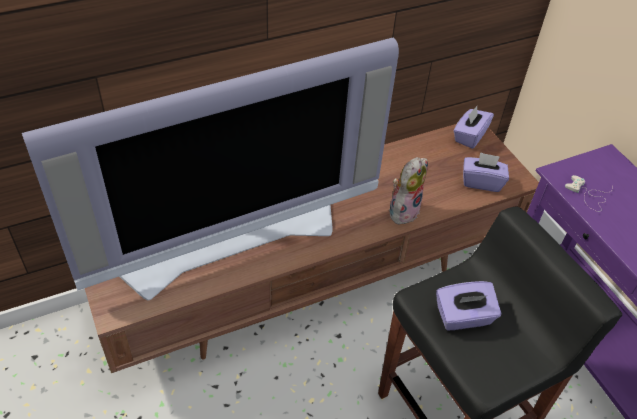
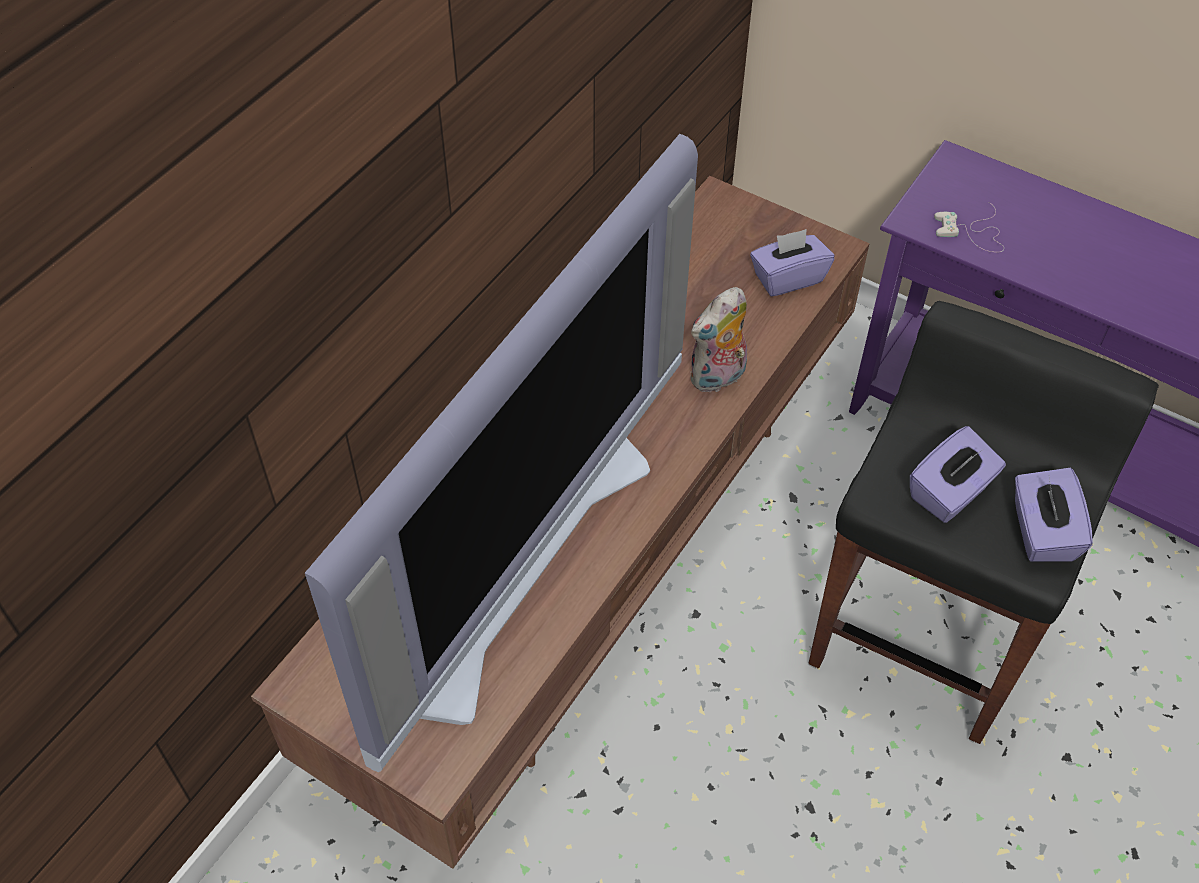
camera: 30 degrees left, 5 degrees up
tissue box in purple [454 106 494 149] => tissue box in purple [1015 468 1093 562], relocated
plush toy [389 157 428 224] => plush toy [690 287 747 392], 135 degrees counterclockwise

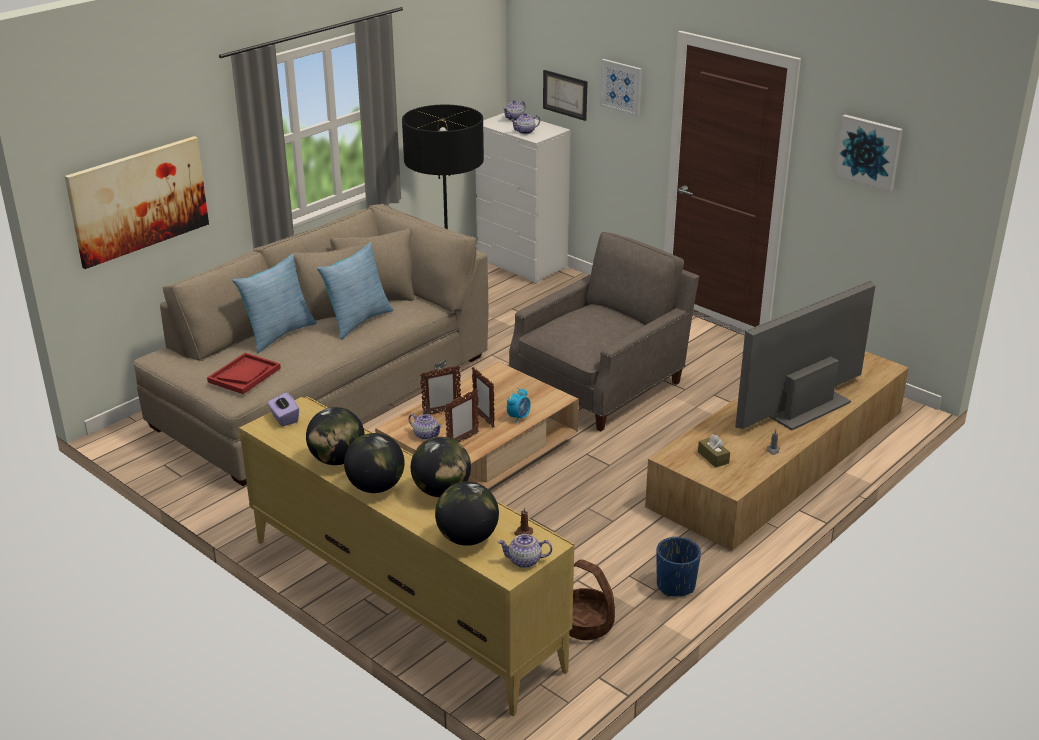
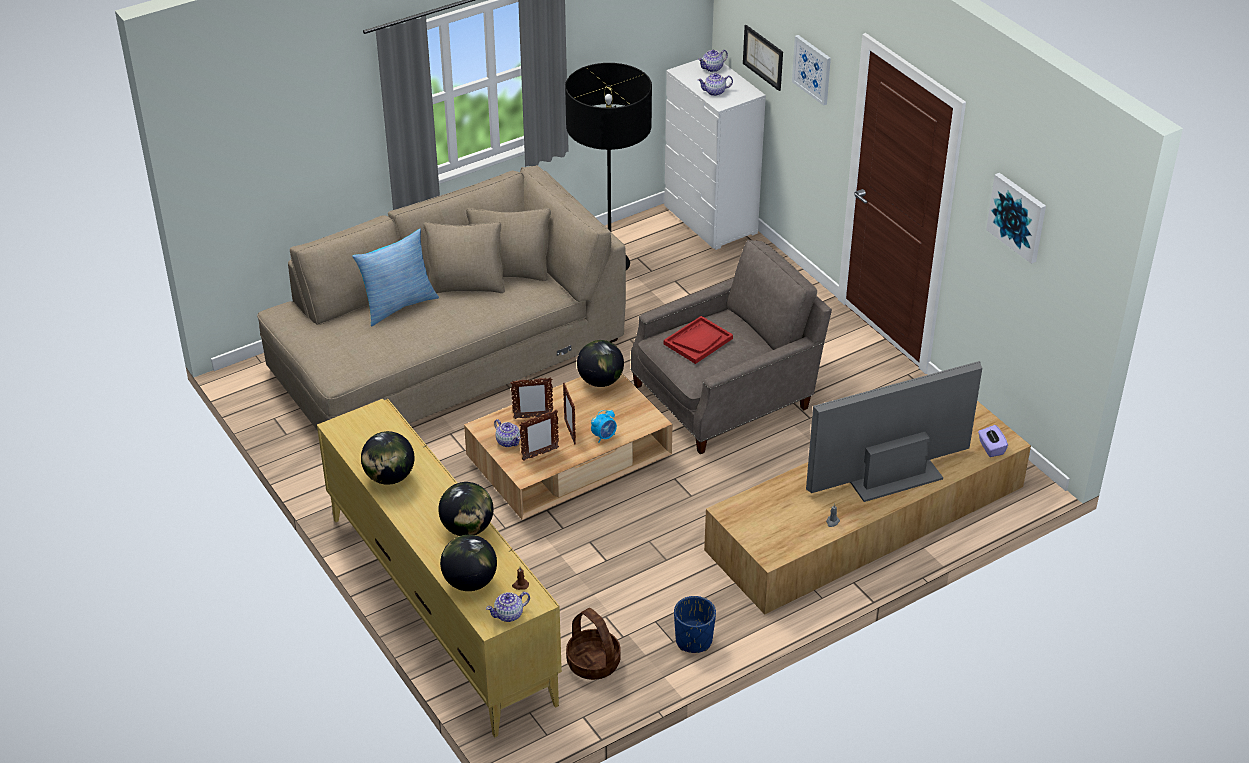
camera: 15 degrees right, 10 degrees up
picture [65 136 209 269] => nothing
pillow [317 242 394 340] => nothing
tray in red [207 353 281 394] => tray in red [664 316 733 364], relocated
tissue box in purple [268 393 299 426] => tissue box in purple [978 425 1008 457], relocated
globe [344 433 405 493] => globe [577 340 624 387], relocated
tissue box in brown [698 434 730 468] => nothing
teapot [497 534 552 568] => teapot [486 592 530 622], 45 degrees counterclockwise

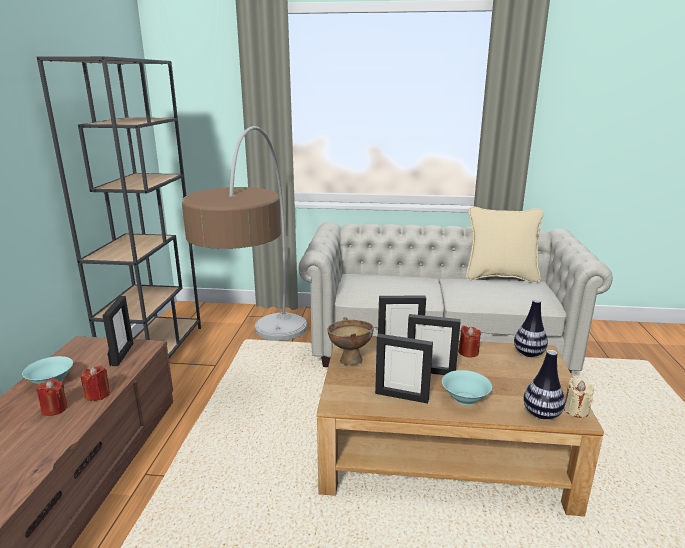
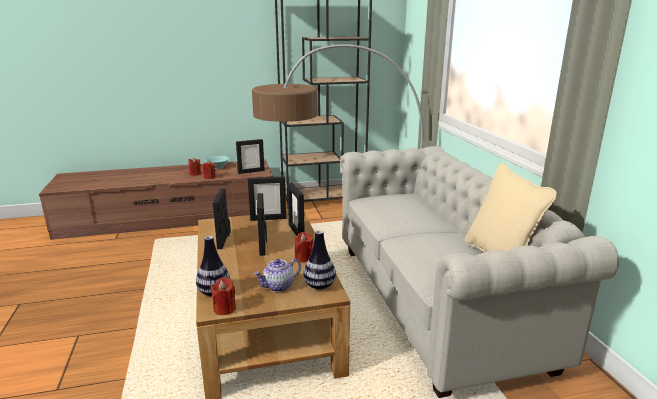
camera: 70 degrees right, 0 degrees up
bowl in brown [327 317 374 365] => picture frame [248 176 286 221]
bowl in turquoise [442 370 492 405] => nothing
candle in beige [564 378 594 418] => candle in red [211 277 236 315]
nothing => teapot [254 259 301 292]

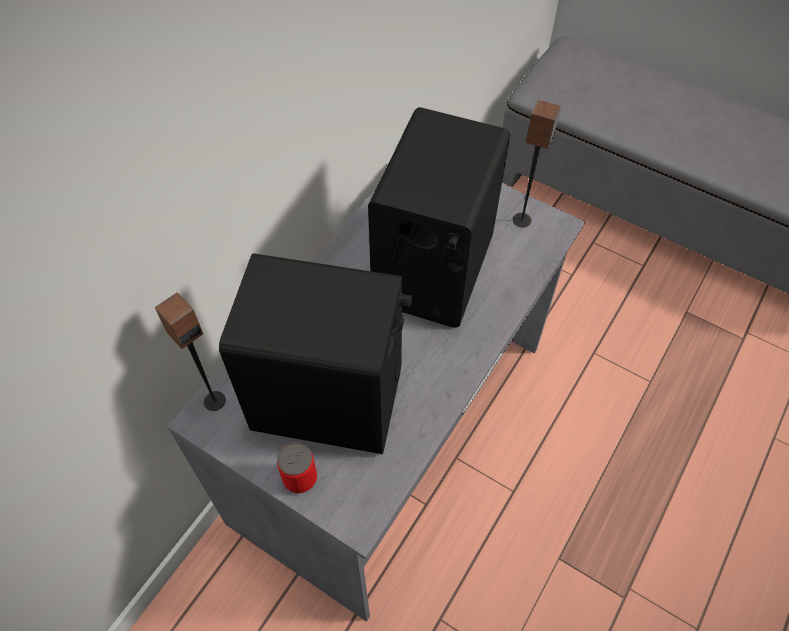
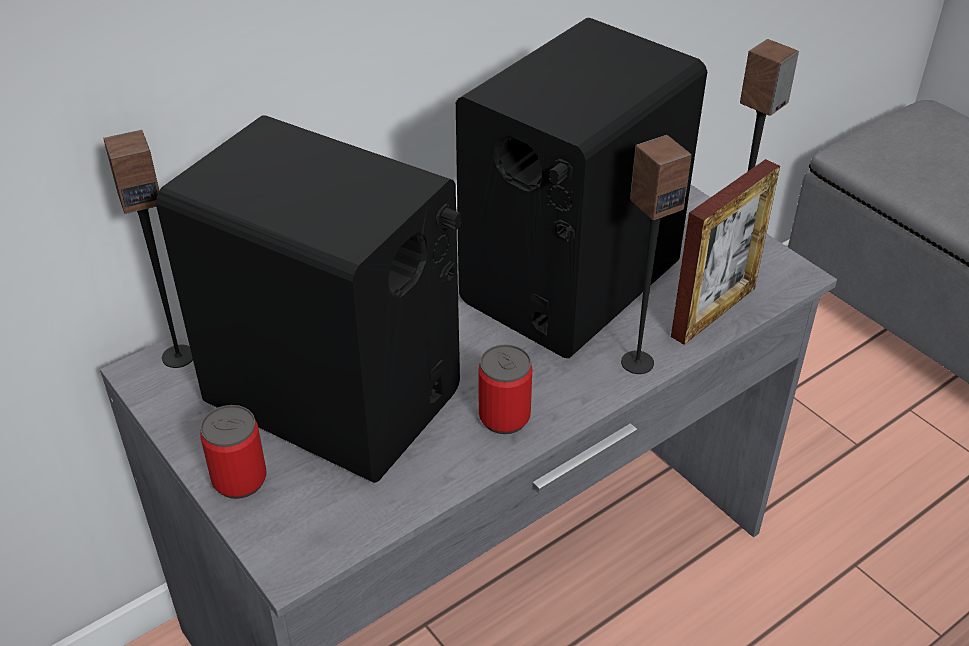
camera: 20 degrees right, 15 degrees down
nothing => speaker [621 135 692 374]
nothing => picture frame [671 159 780 345]
nothing => can [478 344 532 434]

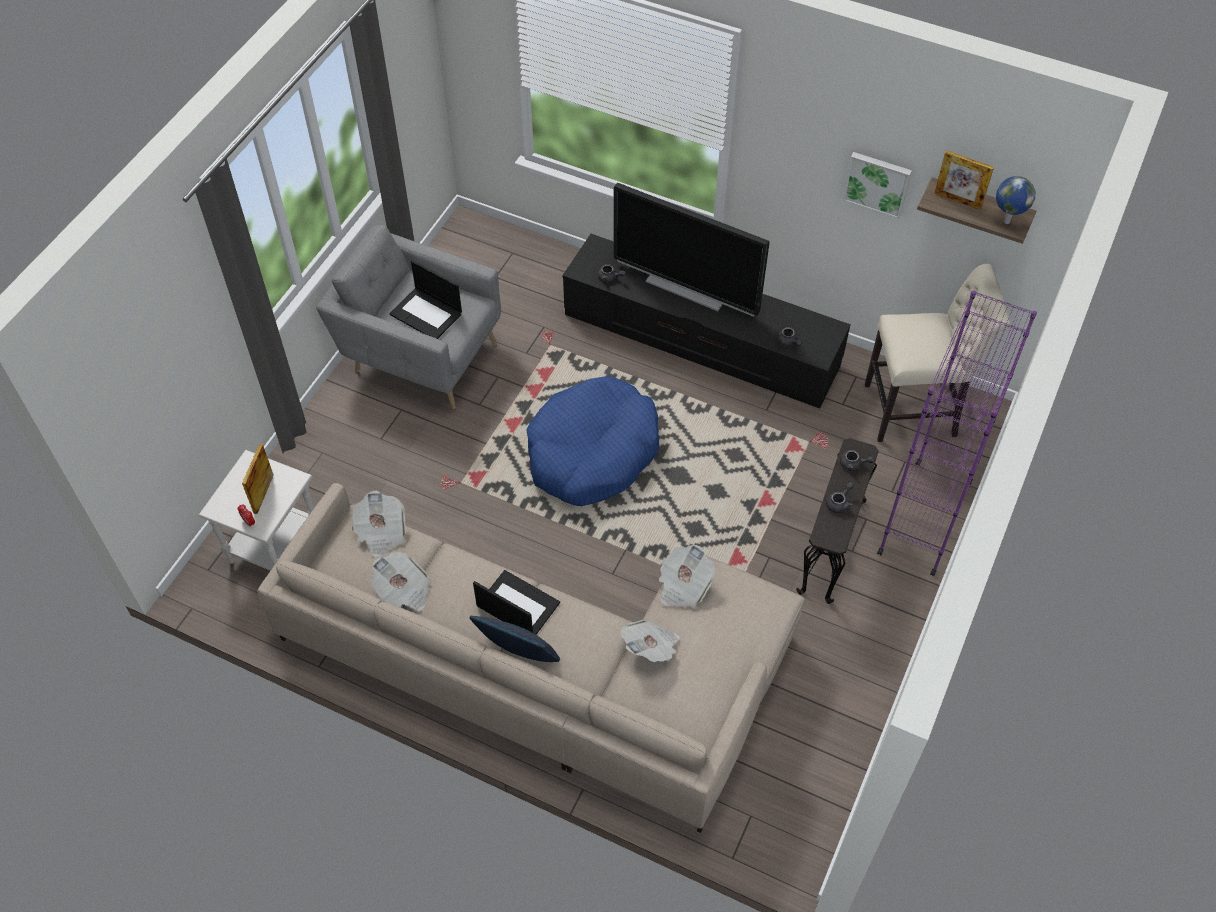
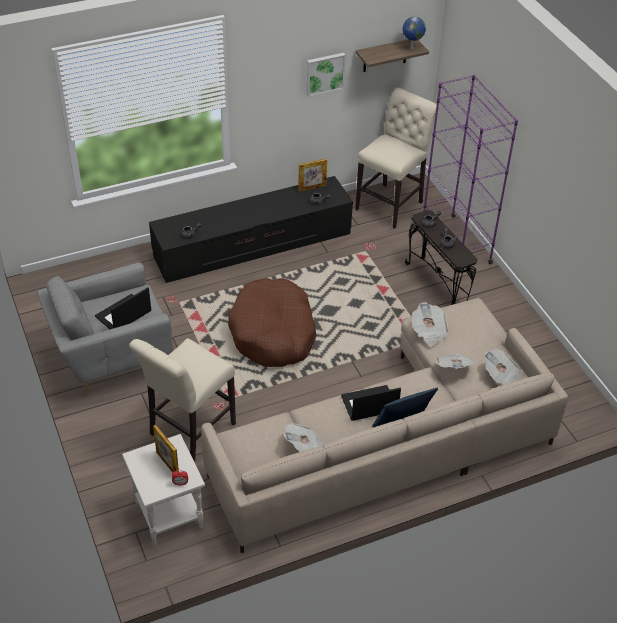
camera: 50 degrees left, 10 degrees down
picture frame [934 150 994 210] => picture frame [298 159 327 192], relocated
television [613 183 770 316] => nothing
laptop [389 260 462 339] => laptop [95 287 151 329], 150 degrees clockwise
dog bed in blue [527 376 659 506] => dog bed in brown [228 278 317 367]
newspaper [352 491 406 558] => newspaper [484 349 520 385], relocated
nothing => stool in beige [129 338 236 462]

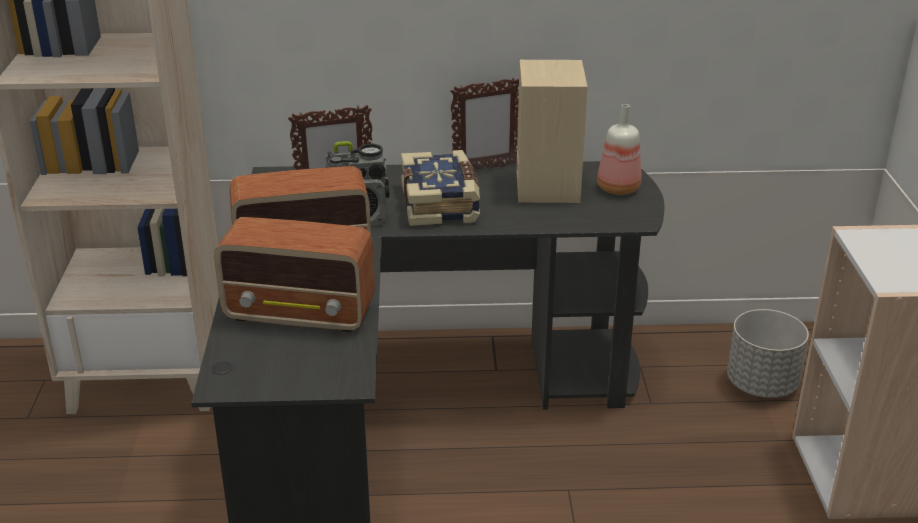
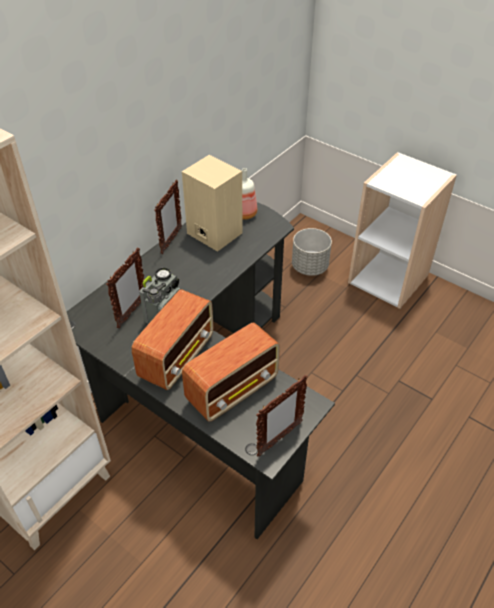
camera: 50 degrees left, 15 degrees up
book [401 150 480 226] => nothing
nothing => picture frame [256 375 308 457]

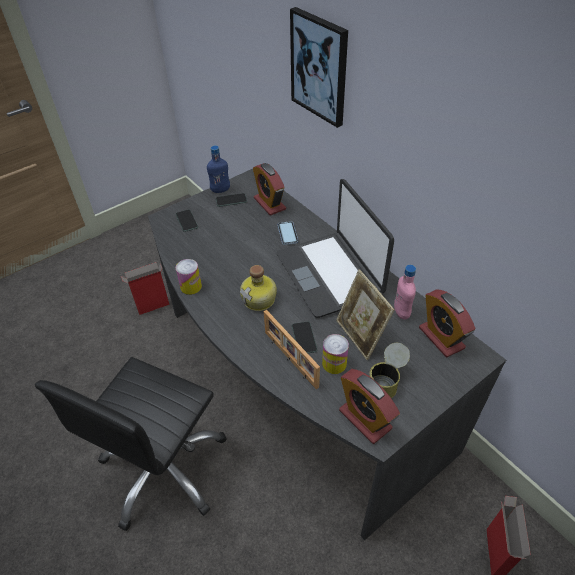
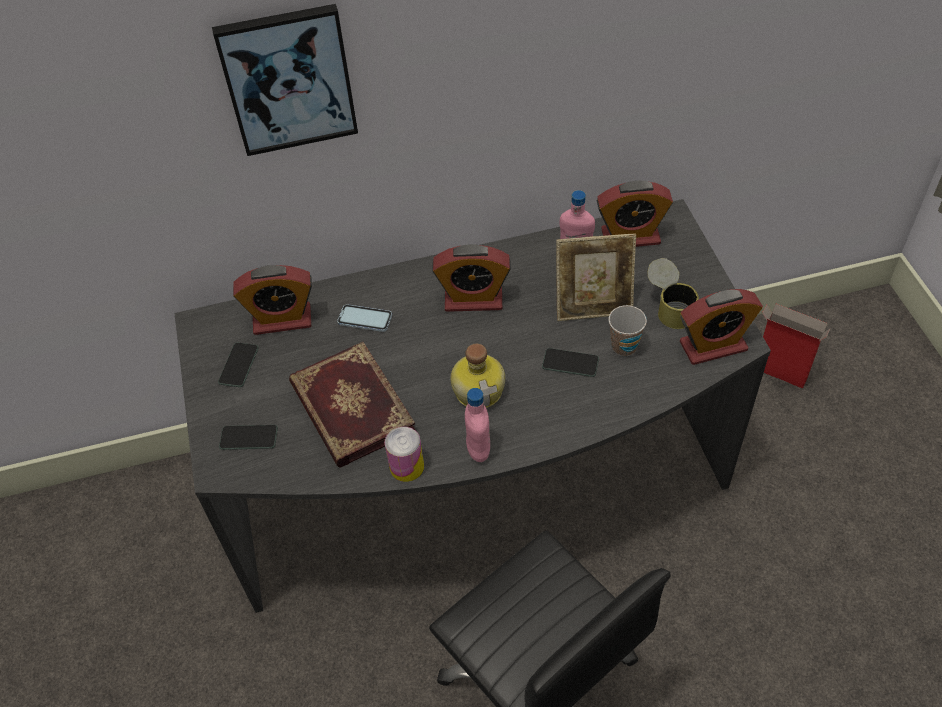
camera: 65 degrees left, 5 degrees up
bottle in blue [207 146 230 193] => nothing
laptop [277 179 394 318] => alarm clock [432 244 511 312]
cardboard box [121 262 170 315] => nothing
picture frame [264 310 320 389] => nothing
can [322 334 349 374] => cup [608 305 647 356]
nothing => book [289 342 416 468]
nothing => bottle in pink [465 388 490 462]

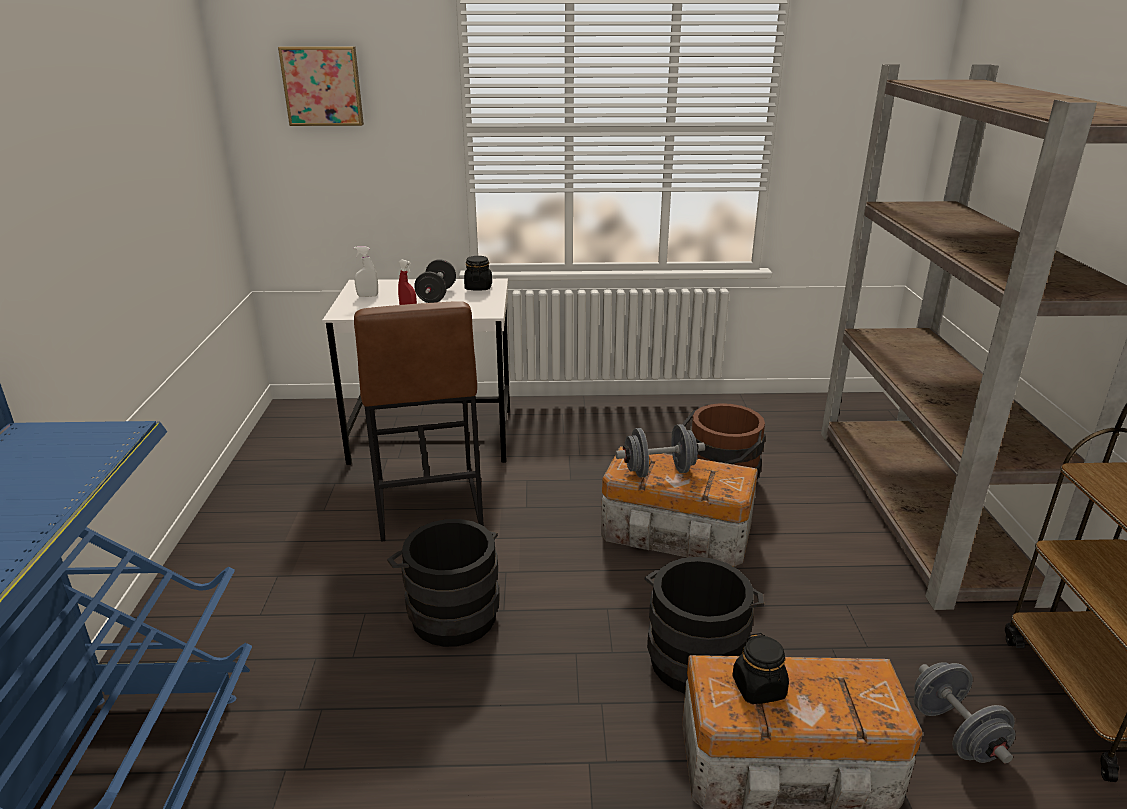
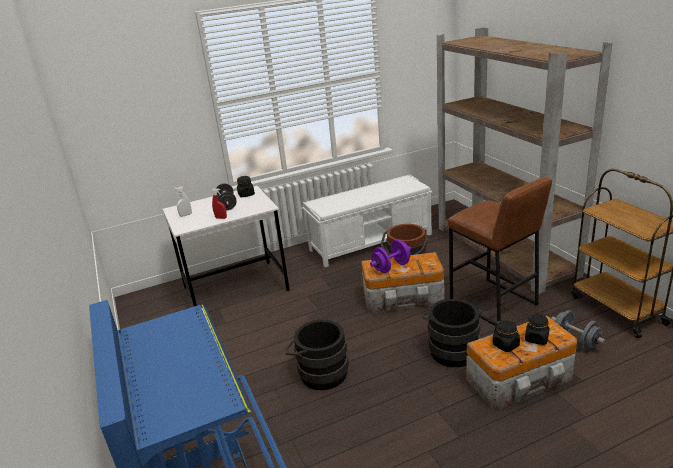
camera: 20 degrees left, 0 degrees up
picture [278 46 364 126] => nothing
stool in brown [354 301 484 542] => stool in brown [448 177 552 326], relocated
dumbbell in grey [615 424 705 478] => dumbbell in purple [370 240 411 273]
nothing => bench in white [302 174 433 267]
nothing => jar in black [525 313 549 345]

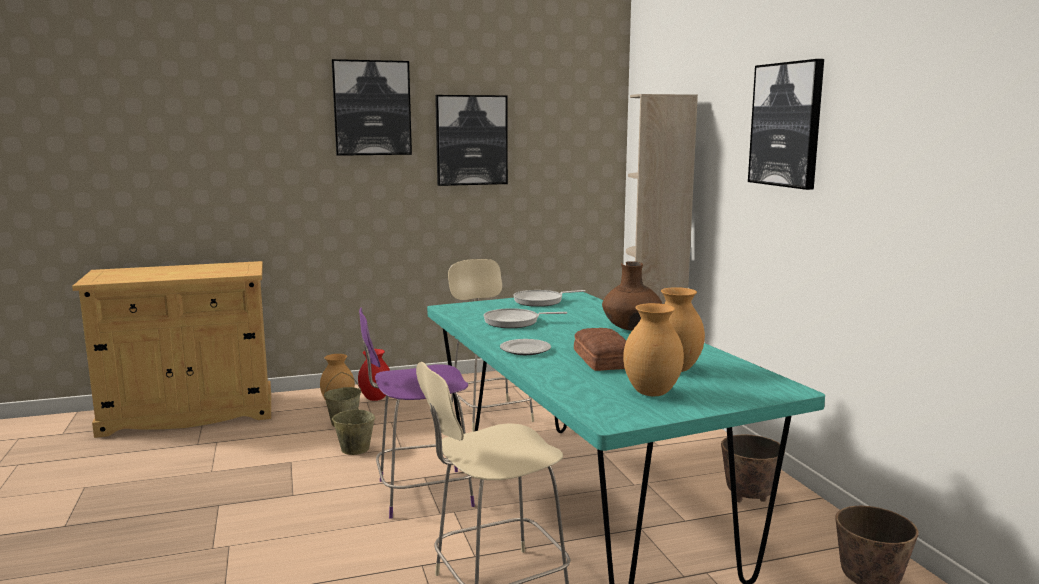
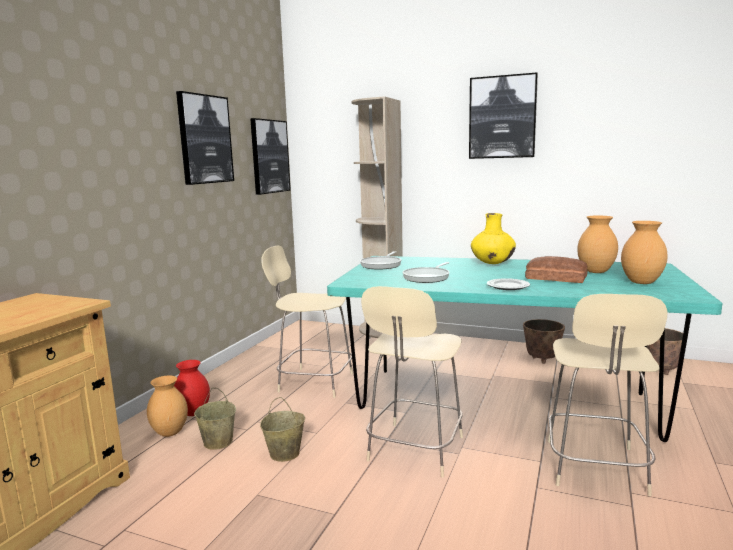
camera: 50 degrees left, 0 degrees up
picture [332 59 412 156] => picture [250 118 291 195], relocated
vase in brown [602 261 662 331] => vase in yellow [471 213 516 264]
chair in purple [359 308 475 519] => chair in beige [361 286 463 477]

